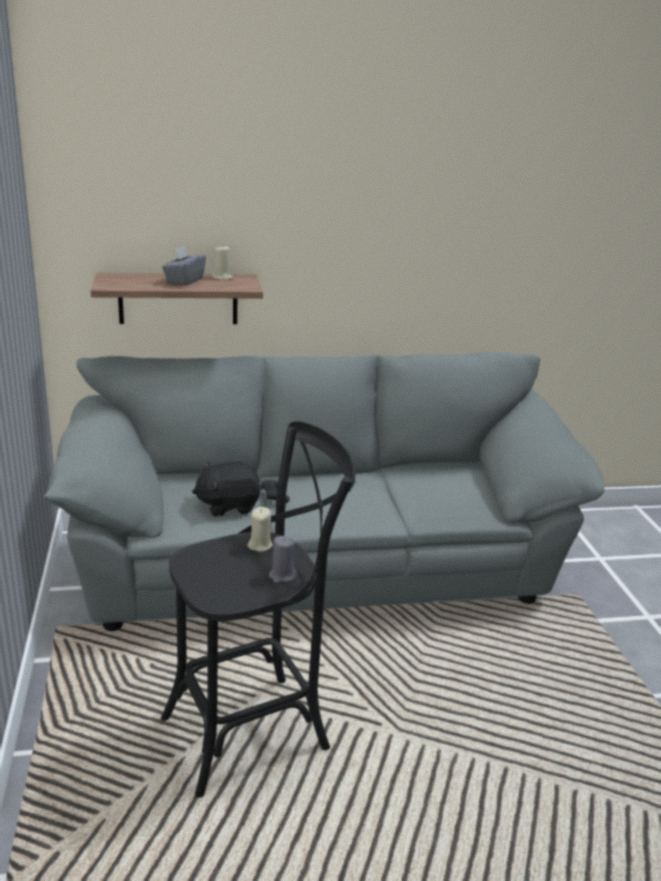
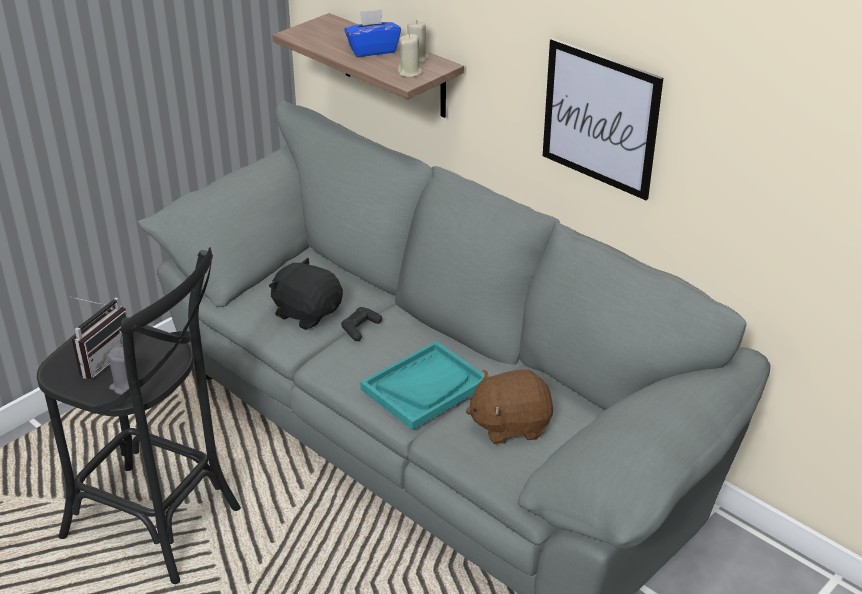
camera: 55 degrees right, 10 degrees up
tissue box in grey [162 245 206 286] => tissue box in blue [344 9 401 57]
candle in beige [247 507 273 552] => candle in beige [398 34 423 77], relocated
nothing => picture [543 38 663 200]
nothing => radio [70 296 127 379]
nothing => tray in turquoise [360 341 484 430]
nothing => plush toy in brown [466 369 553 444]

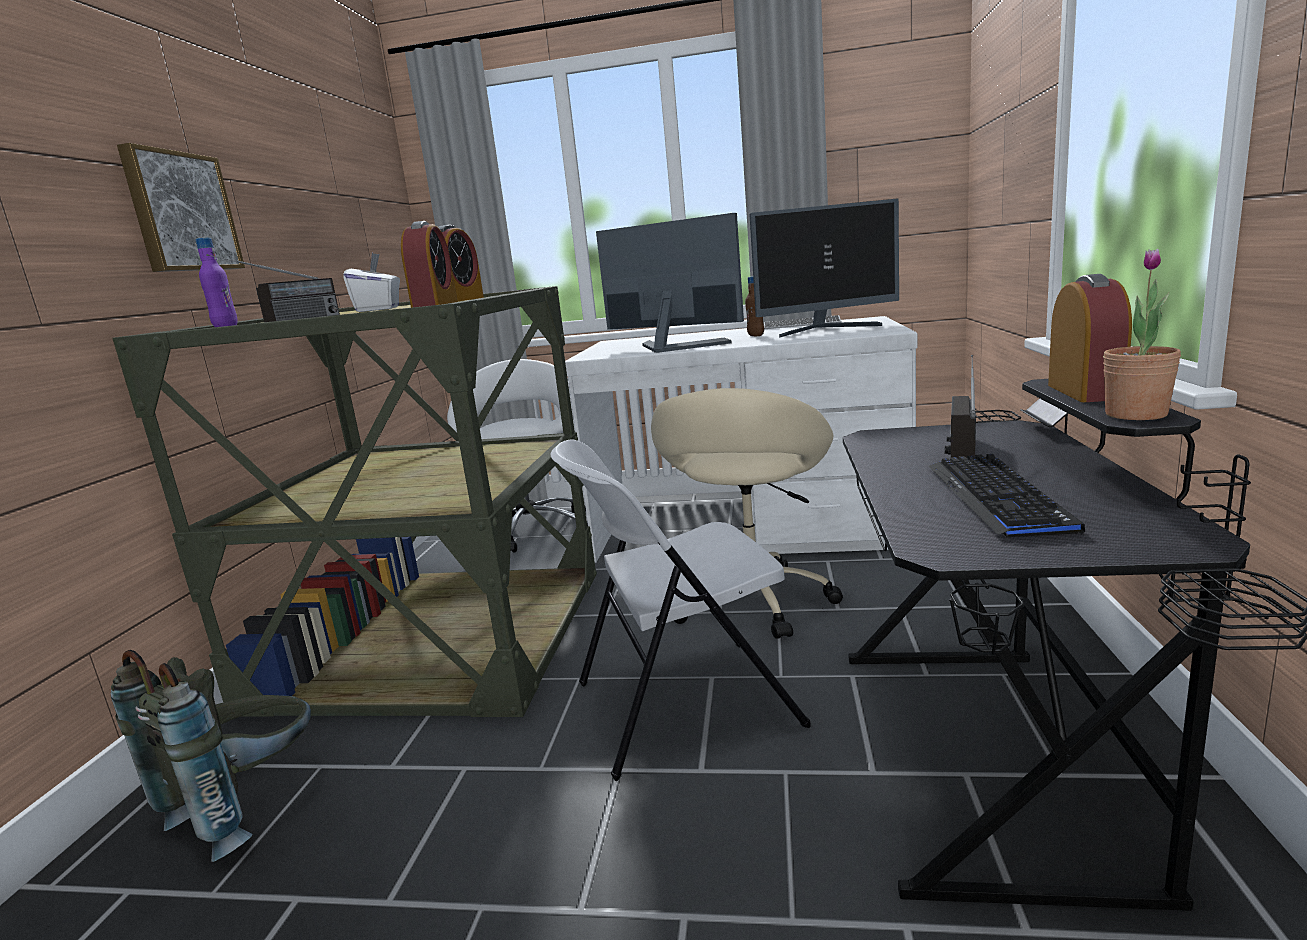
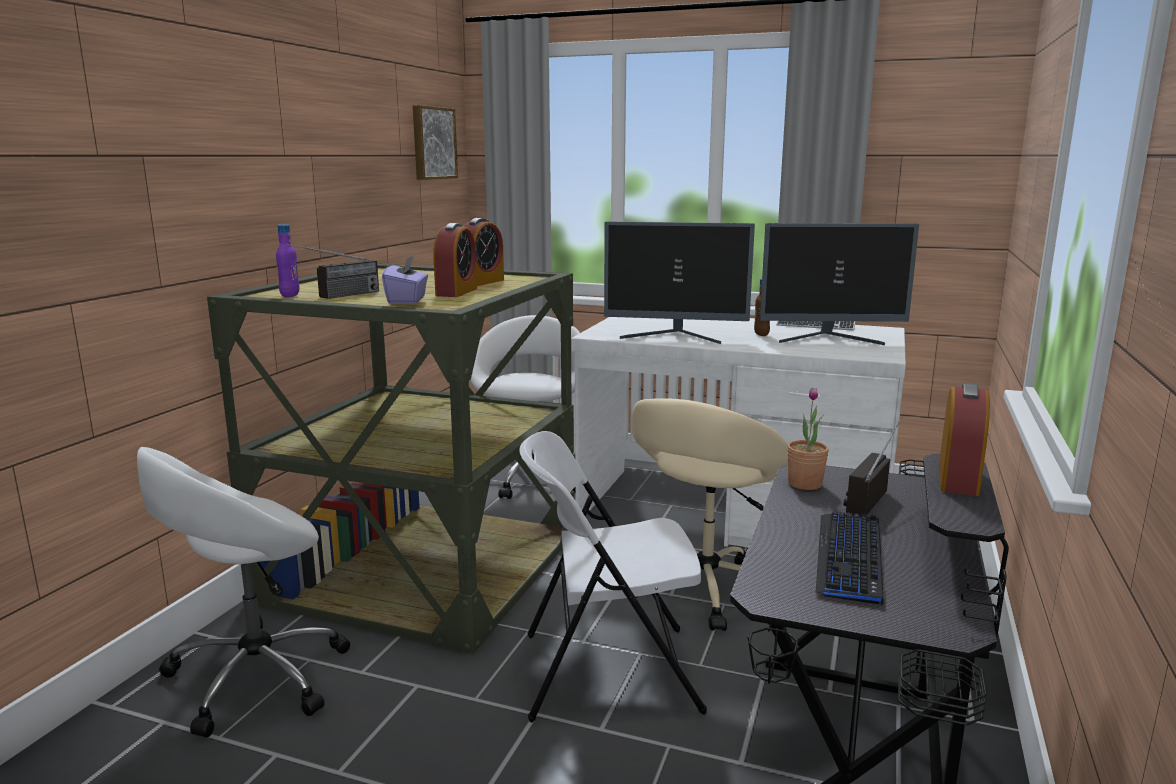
camera: 10 degrees right, 0 degrees up
picture [117 143 245 272] => picture [413 105 458 180], relocated
monitor [596 213 744 353] => monitor [604 221 755 344], 150 degrees clockwise
potted plant [1103 249 1181 420] => potted plant [787 388 829 490], relocated
tissue box in white [343 253 400 312] => tissue box in purple [382 255 428 304]
backpack in grey [111 650 311 862] => office chair in white [137 447 350 737]

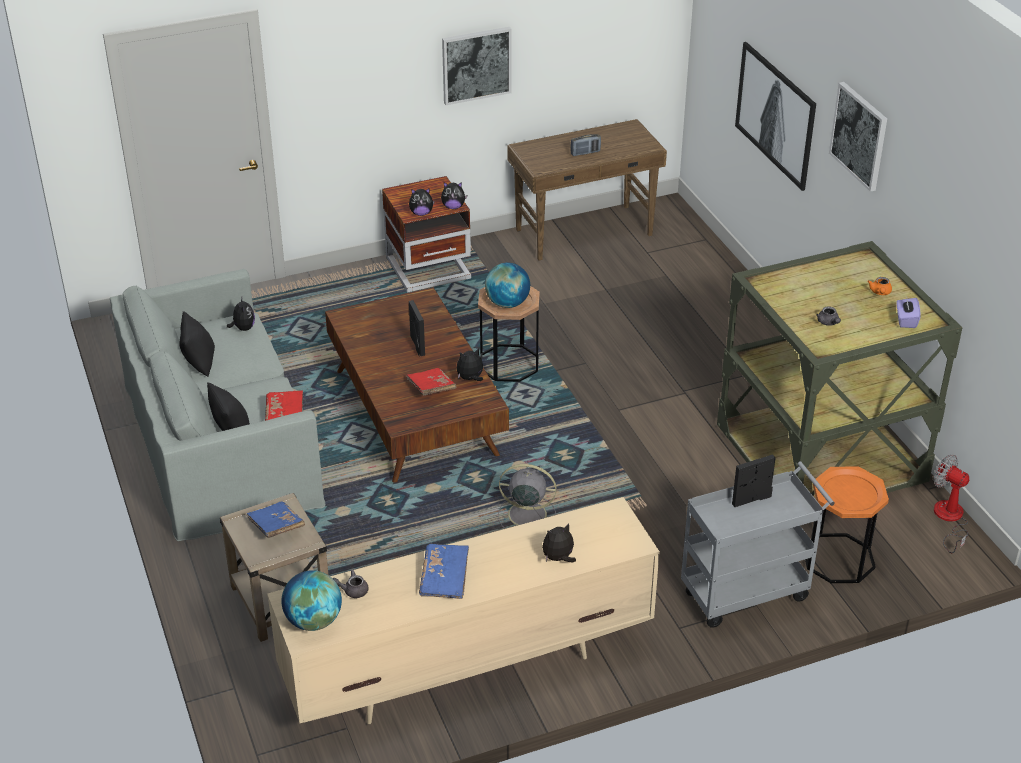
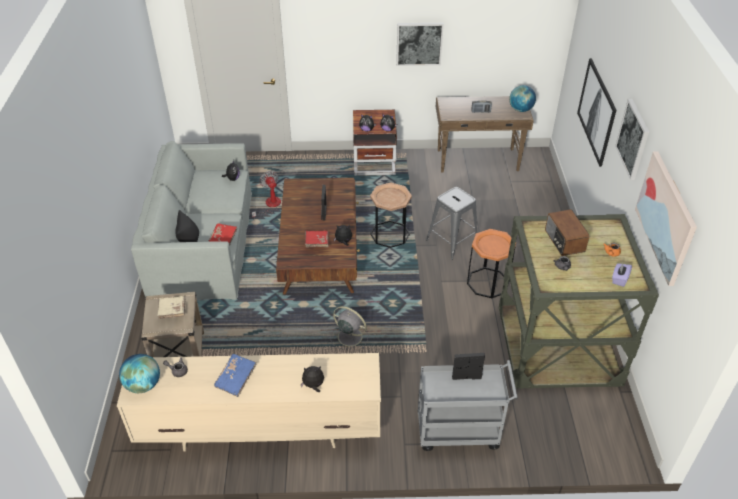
camera: 20 degrees right, 5 degrees up
globe [485 263 530 308] => globe [509 85 536 112], relocated
pillow in black [179 311 215 377] => nothing
fan [934 455 969 553] => fan [252 171 281 219], relocated
side table in orange [805 466 889 583] => side table in orange [467 229 516 298], relocated
book in blue [246 501 305 538] => book in beige [157 296 186 319]
nothing => picture [635 151 697 286]
nothing => stool in grey [426 187 477 260]
nothing => radio [545 209 589 256]

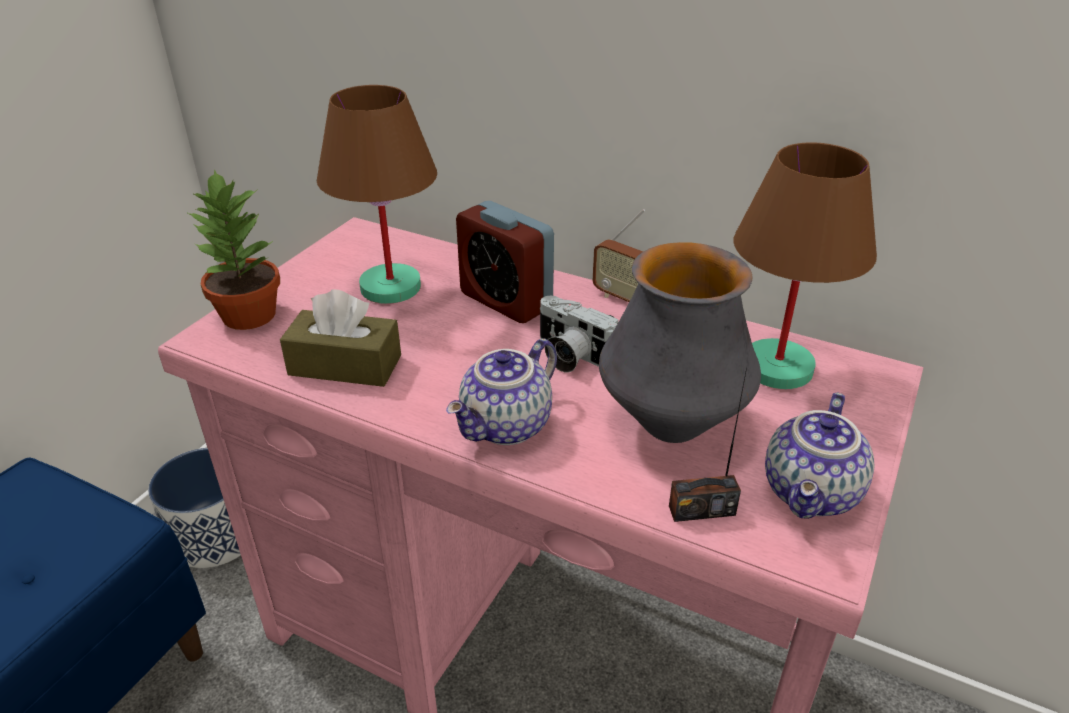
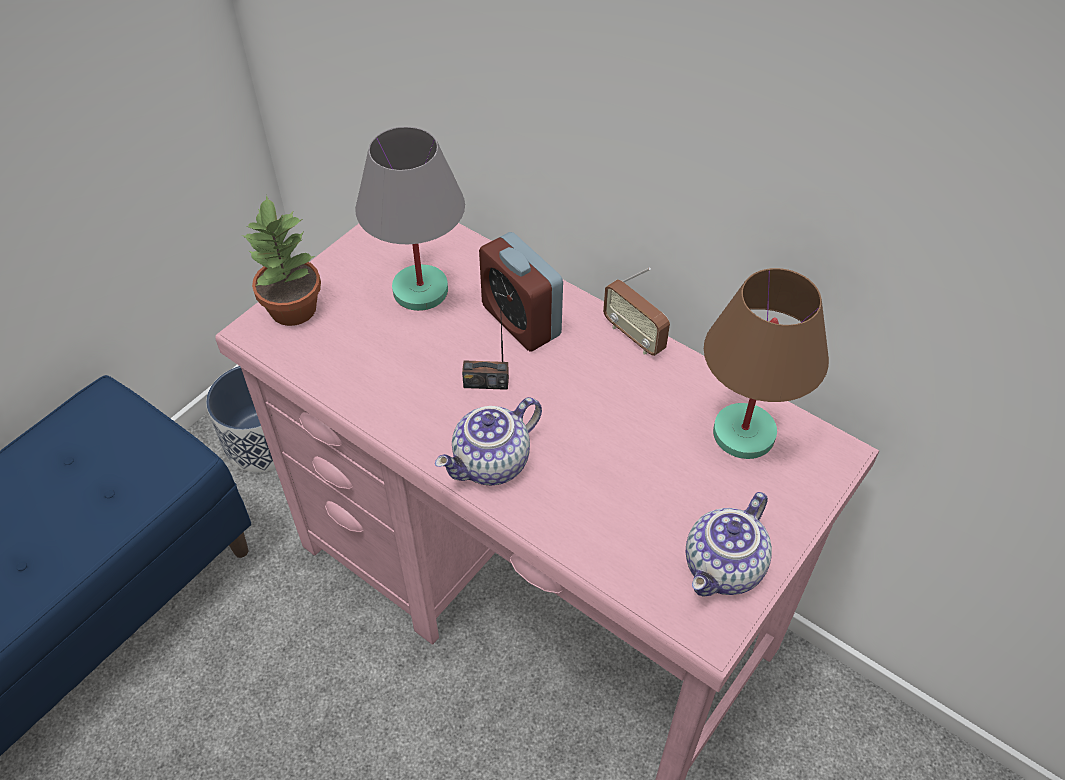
camera: 10 degrees right, 15 degrees up
table lamp in brown [317 85 437 304] => table lamp in grey [355 126 465 311]
vase [599 242 761 443] => nothing
tissue box in brown [280 289 401 387] => nothing
photo camera [540 296 619 373] => nothing
radio [669 368 747 522] => radio [462 296 509 390], relocated

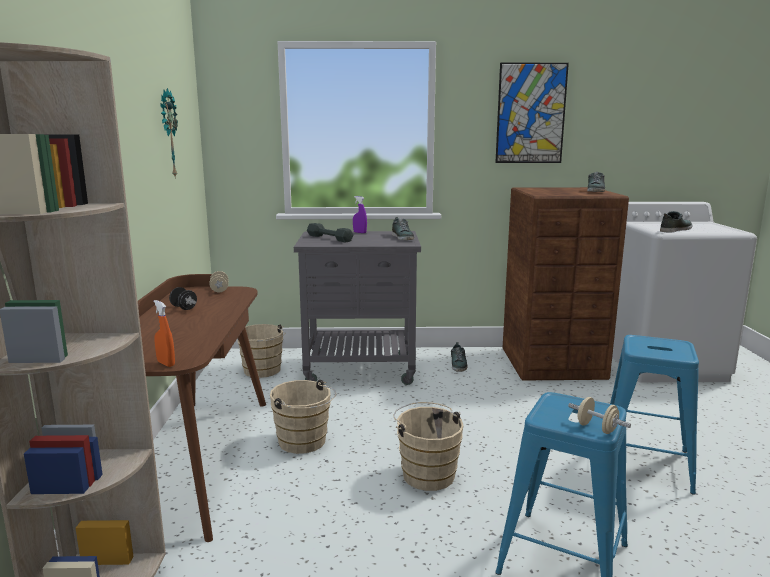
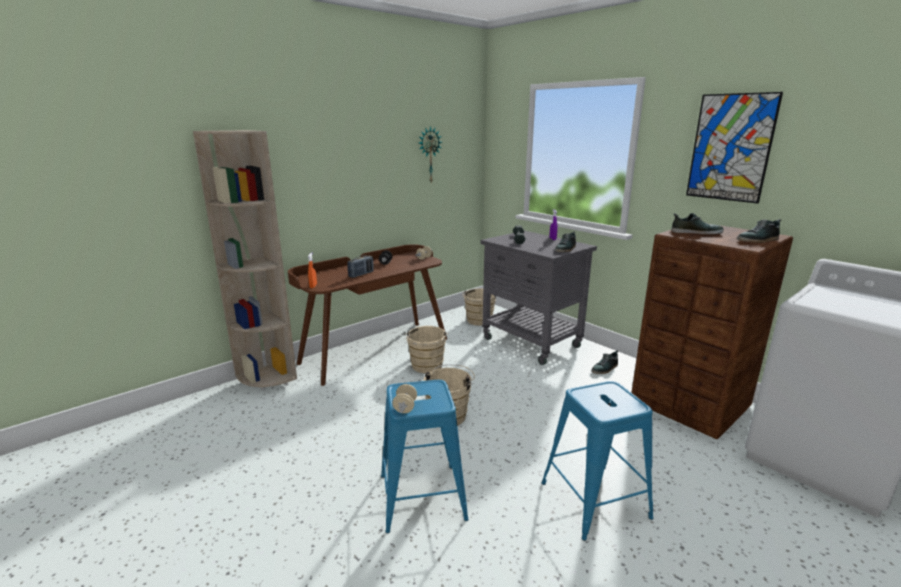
camera: 50 degrees right, 5 degrees up
shoe [660 211 692 233] => shoe [671 213 724 234], relocated
nothing => radio [348 255 374 278]

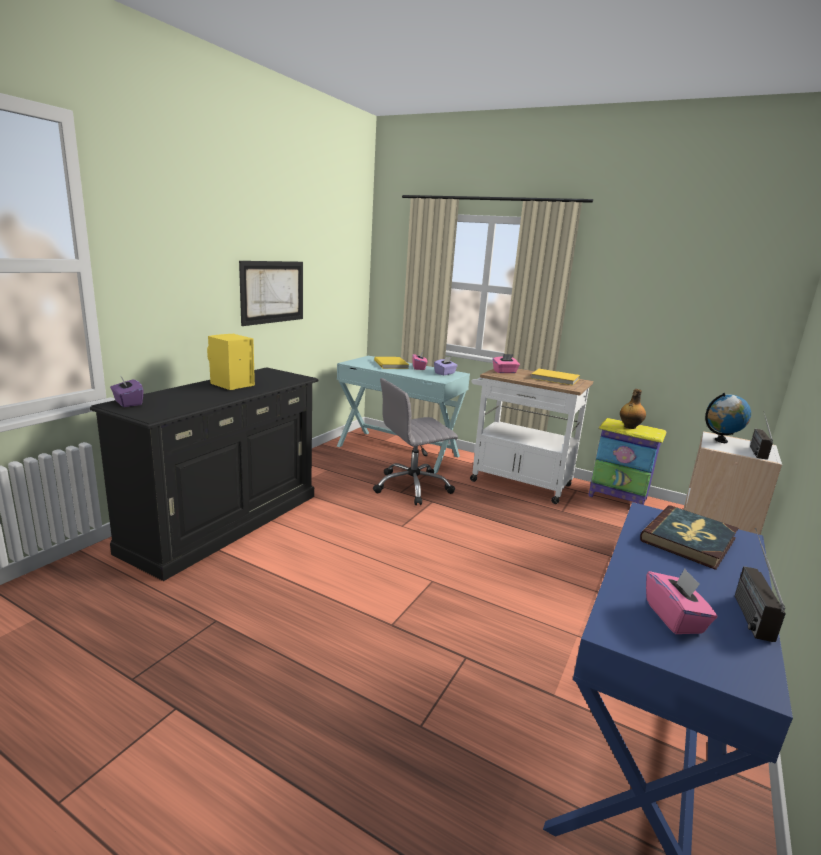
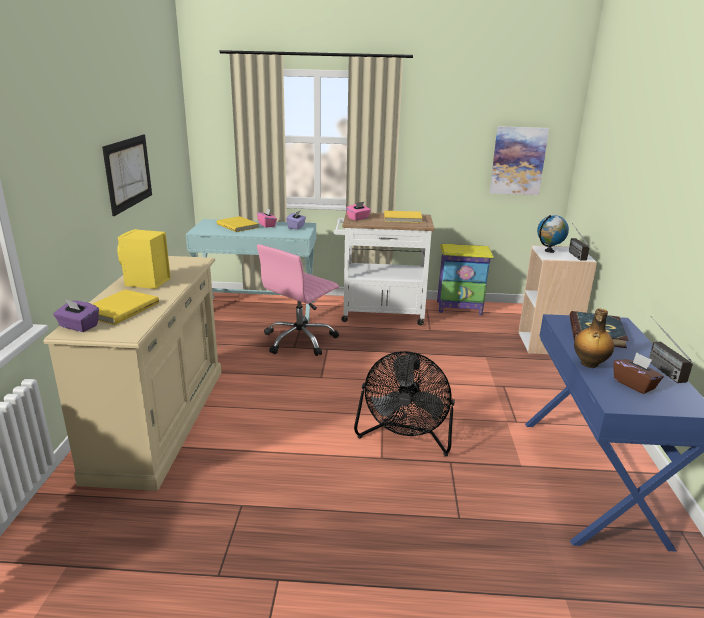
camera: 25 degrees left, 5 degrees up
cabinet in black [90 367 319 581] => cabinet in beige [44 256 221 491]
office chair in grey [373 378 458 505] => office chair in pink [257 244 339 356]
bottle [620 389 646 429] => bottle [574 309 614 368], relocated
tissue box in pink [646 569 717 634] => tissue box in brown [613 352 664 394]
nothing => picture [490 126 549 195]
nothing => book in yellow [93 289 159 325]
nothing => fan in black [354 351 455 457]

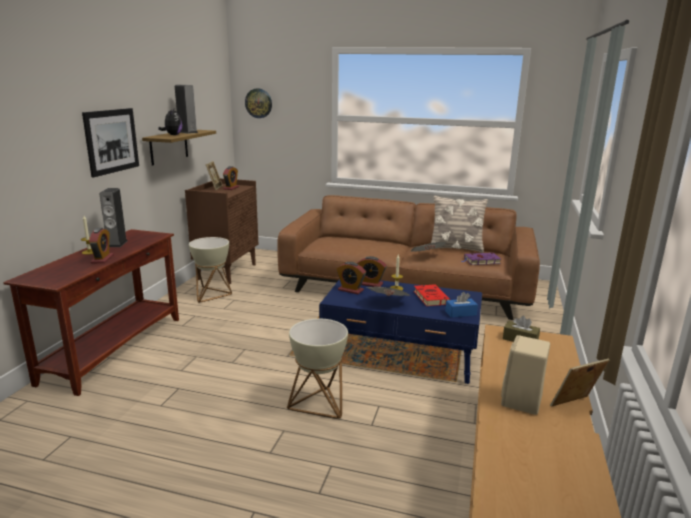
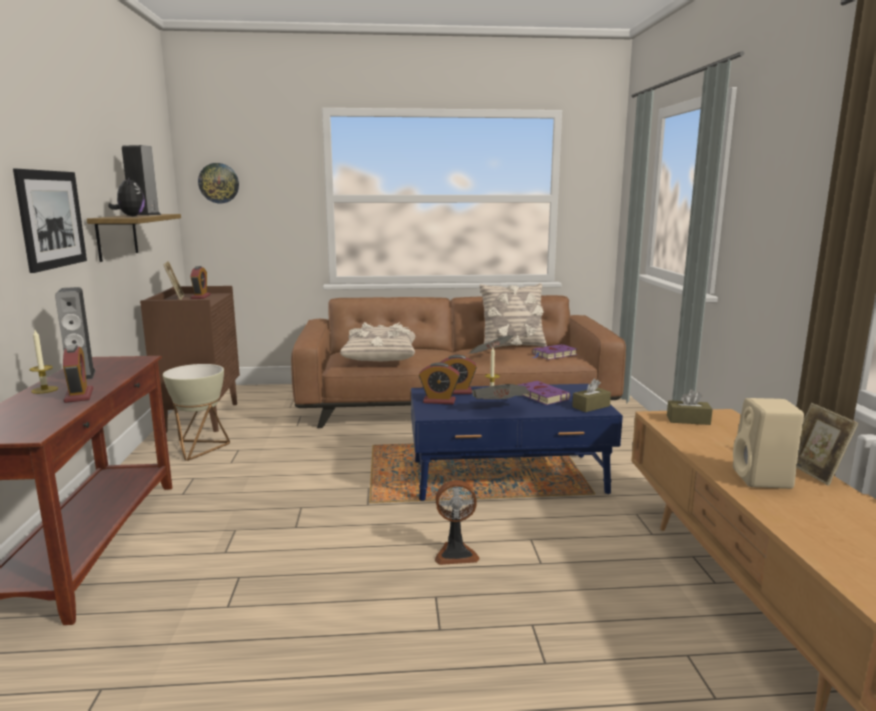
camera: 20 degrees left, 5 degrees down
book in red [414 284 450 306] => book in purple [519 381 570 405]
tissue box in blue [445 292 478 318] => tissue box in brown [572 379 611 412]
planter [287 319 348 419] => fan [435 480 480 565]
picture frame [550 359 609 407] => picture frame [797 403 858 486], 60 degrees counterclockwise
nothing => pillow in beige [340 322 415 361]

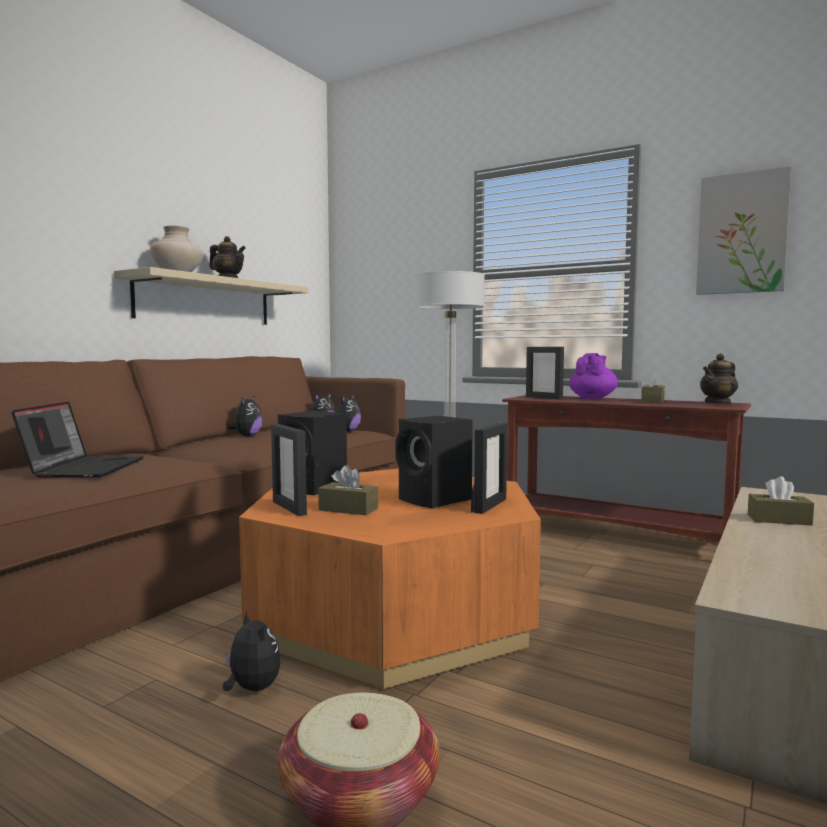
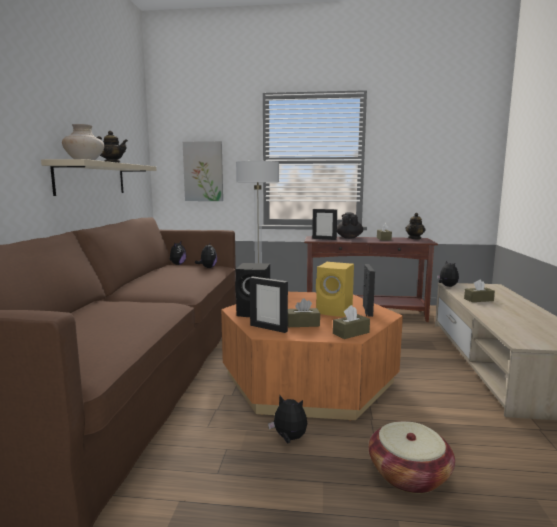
camera: 25 degrees left, 5 degrees up
picture [696 166 791 295] => picture [183 141 223 201], relocated
teapot in purple [569 353 618 399] => teapot in black [337 212 363 239]
plush toy [227 395 263 437] => plush toy [437 260 459 287], relocated
laptop [11 402 144 478] => nothing
speaker in black [395 416 473 508] => speaker in yellow [316 262 354 317]
nothing => tissue box in brown [333 305 370 339]

